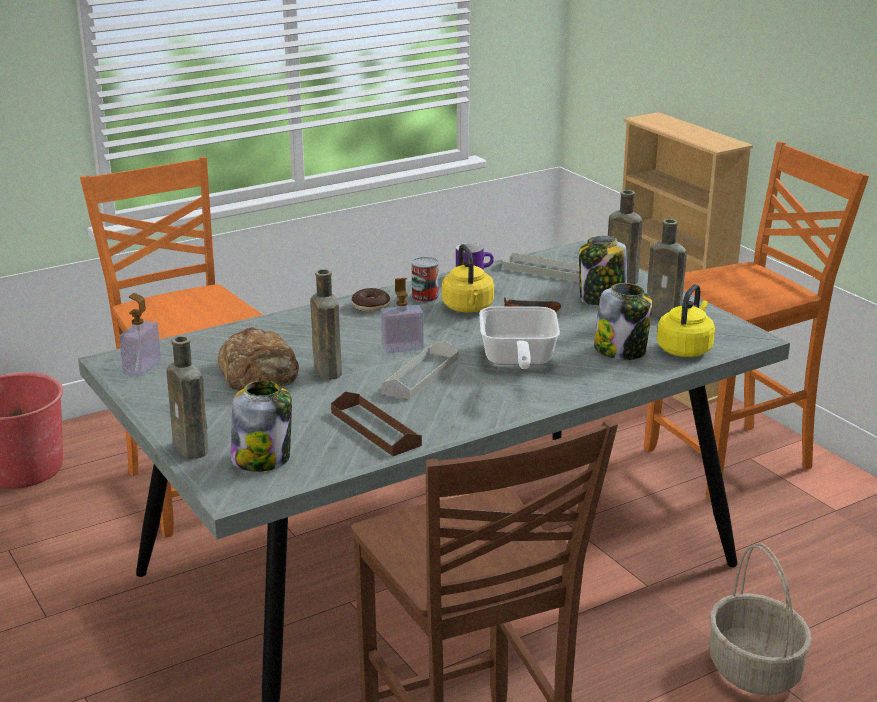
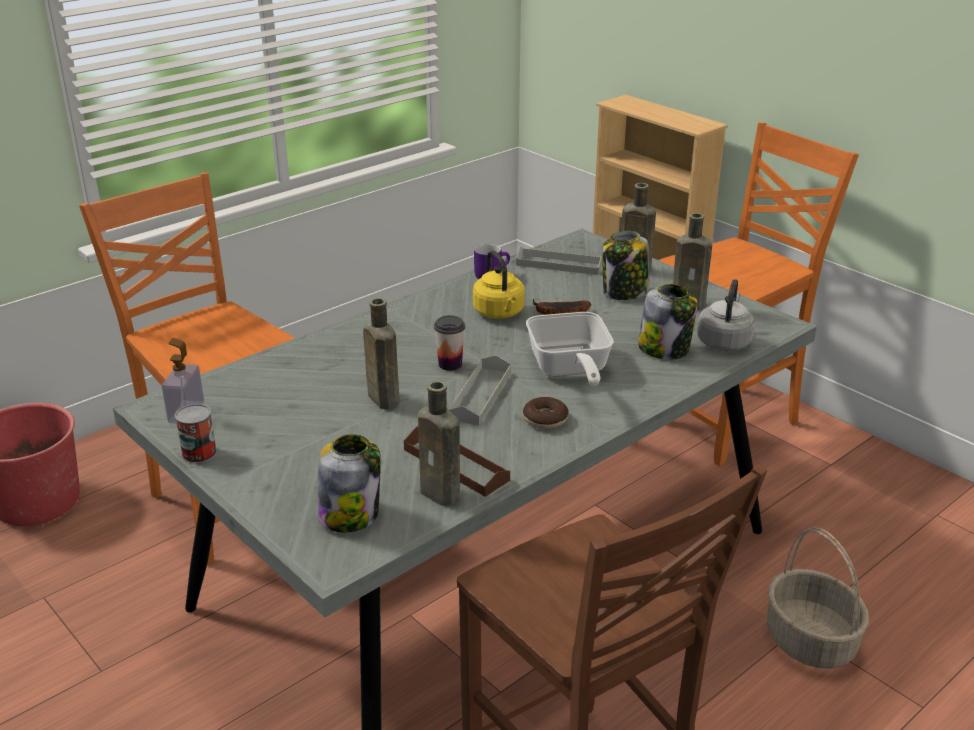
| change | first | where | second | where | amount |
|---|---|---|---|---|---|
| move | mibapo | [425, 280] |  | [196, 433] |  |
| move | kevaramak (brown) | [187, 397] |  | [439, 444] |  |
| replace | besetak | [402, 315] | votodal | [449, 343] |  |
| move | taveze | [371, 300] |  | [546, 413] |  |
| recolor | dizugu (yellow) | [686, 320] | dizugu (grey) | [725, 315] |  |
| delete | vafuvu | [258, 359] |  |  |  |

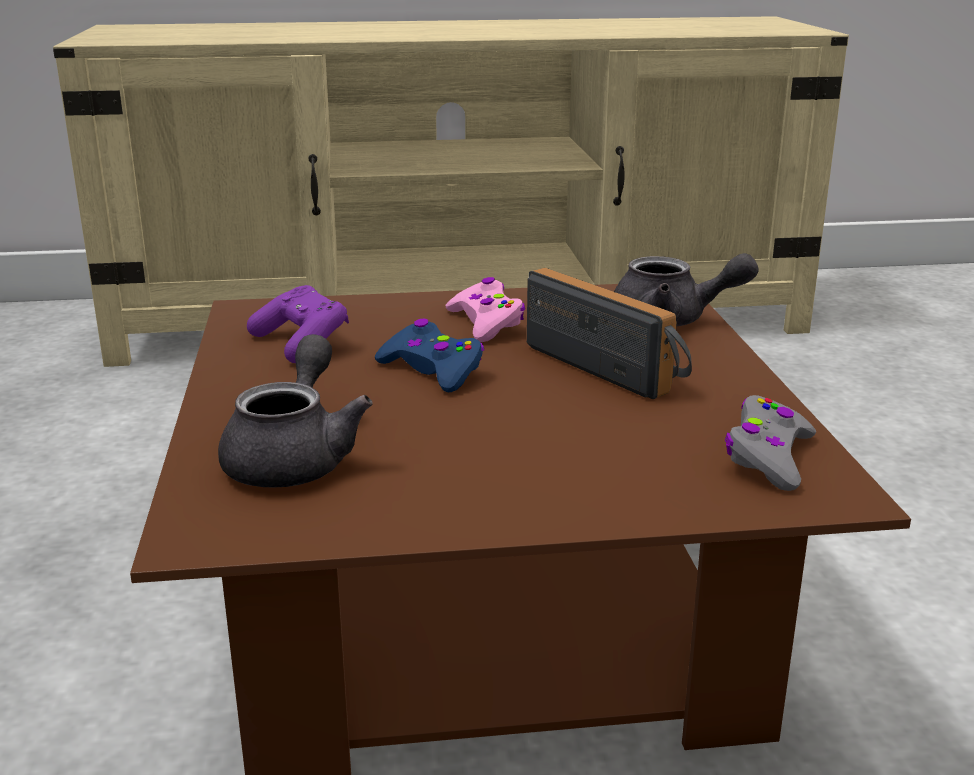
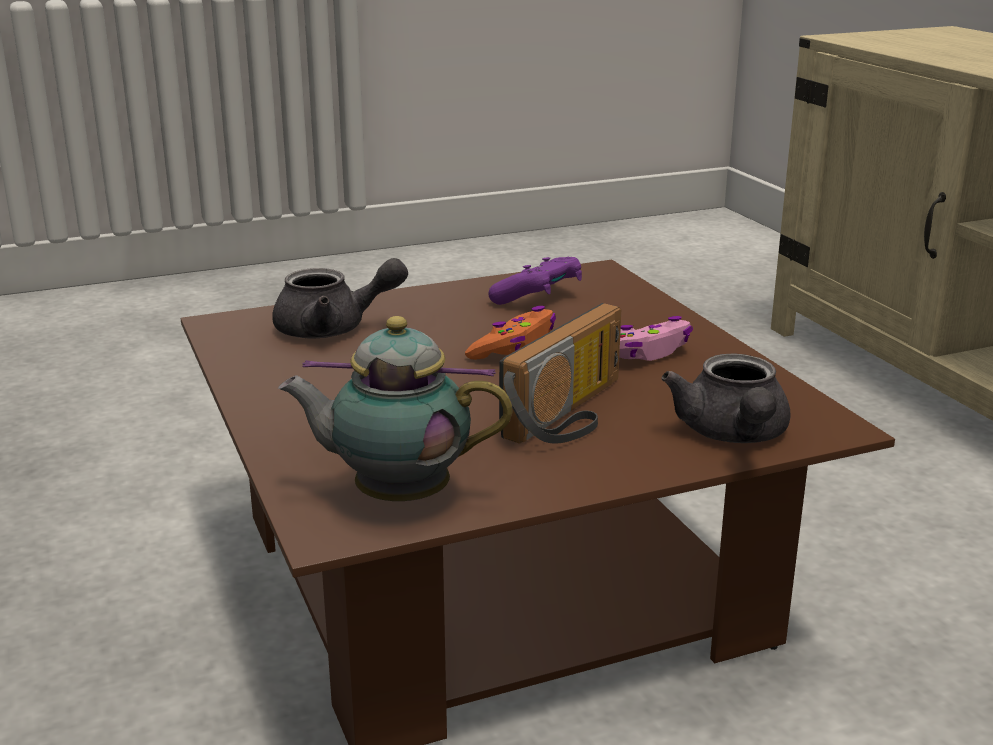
| change | first | where | second | where | amount |
|---|---|---|---|---|---|
| replace | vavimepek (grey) | [770, 443] | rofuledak | [395, 408] |  |
| recolor | vavimepek (blue) | [429, 355] | vavimepek (orange) | [510, 333] |  |

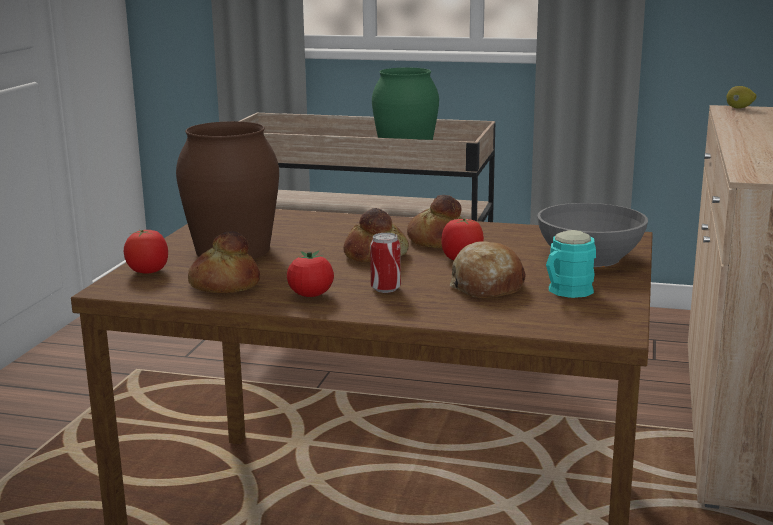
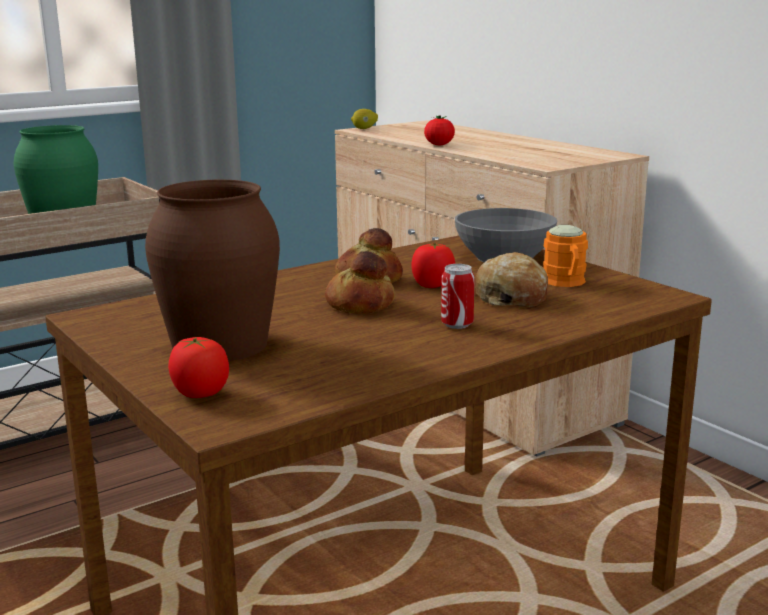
| change | first | where | second | where | amount |
|---|---|---|---|---|---|
| move | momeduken | [310, 274] |  | [439, 130] |  |
| recolor | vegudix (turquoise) | [571, 264] | vegudix (orange) | [565, 256] |  |
| delete | vafuvu | [224, 262] |  |  |  |

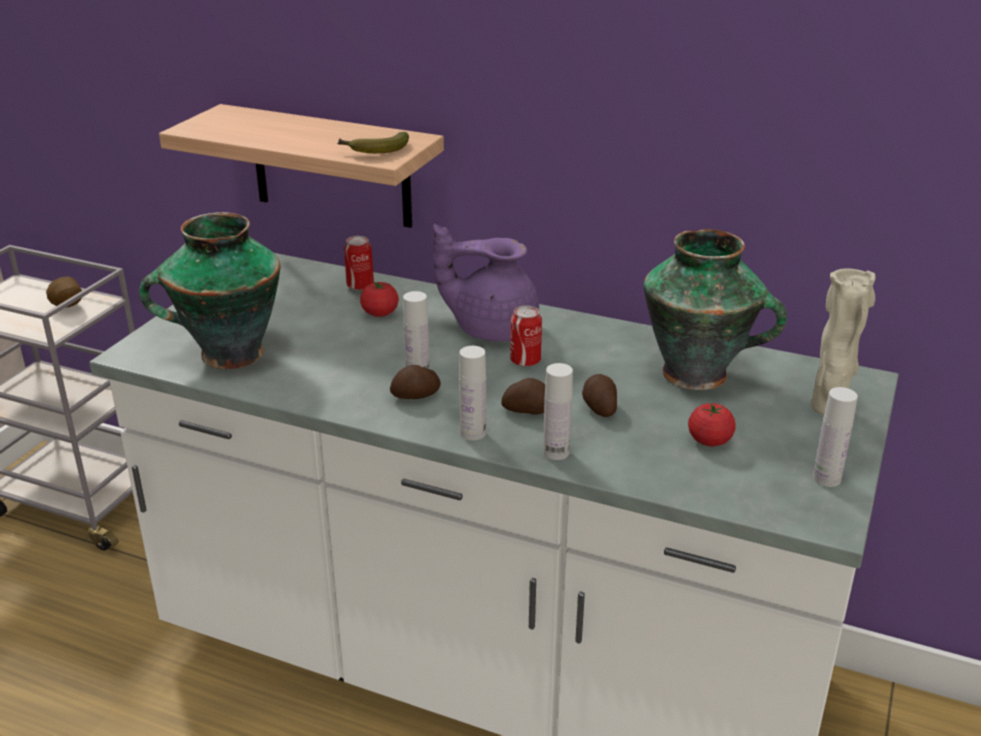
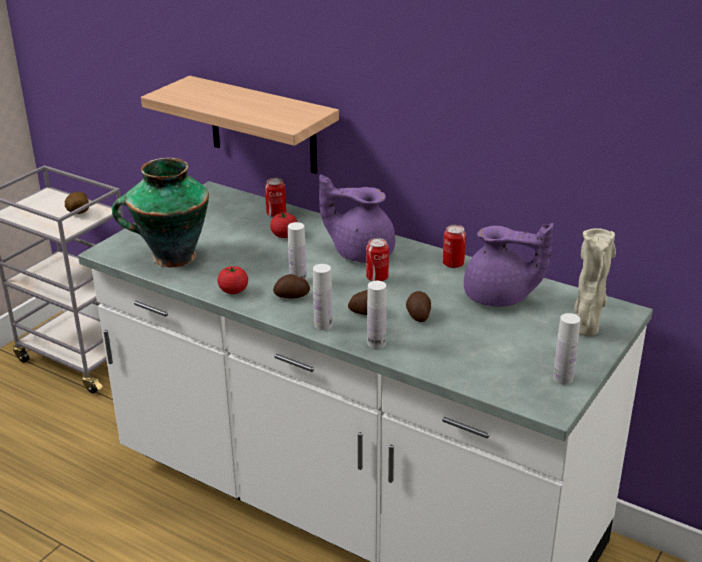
| change | first | where | second | where | amount |
|---|---|---|---|---|---|
| move | momeduken | [712, 424] |  | [232, 280] |  |
| insert |  |  | mibapo | [454, 246] |  |
| replace | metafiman | [715, 309] | rofuledak (purple) | [509, 265] |  |
| delete | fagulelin | [373, 142] |  |  |  |

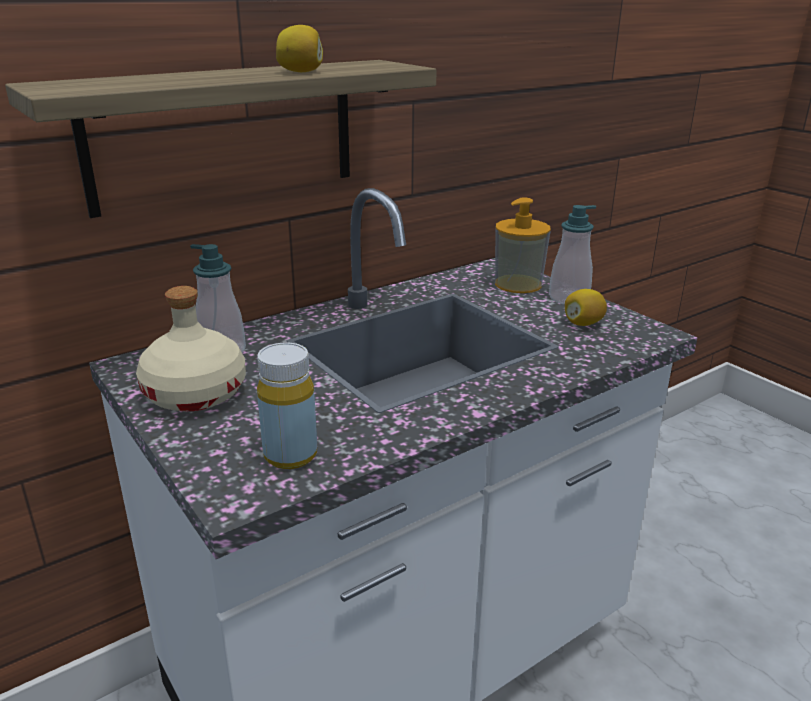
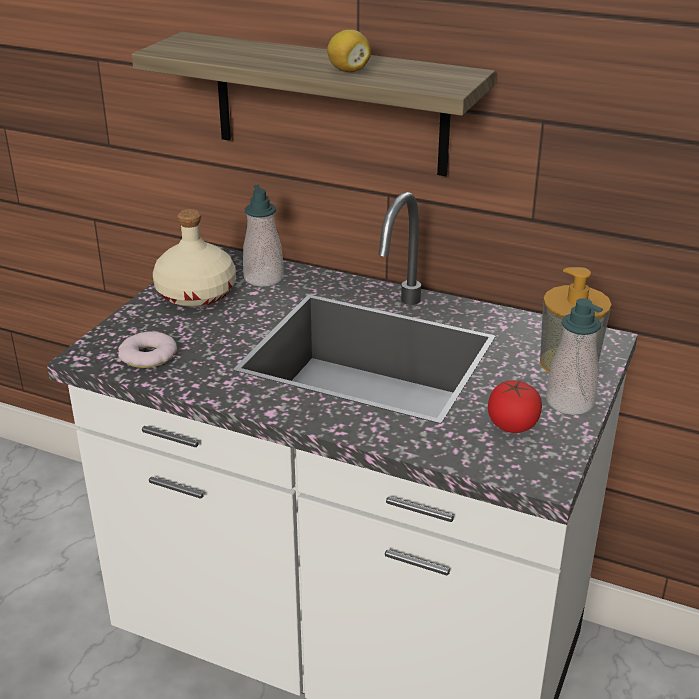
| change | first | where | second | where | amount |
|---|---|---|---|---|---|
| replace | kevaramak (yellow) | [287, 406] | taveze | [147, 349] |  |
| replace | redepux | [586, 307] | momeduken | [515, 406] |  |

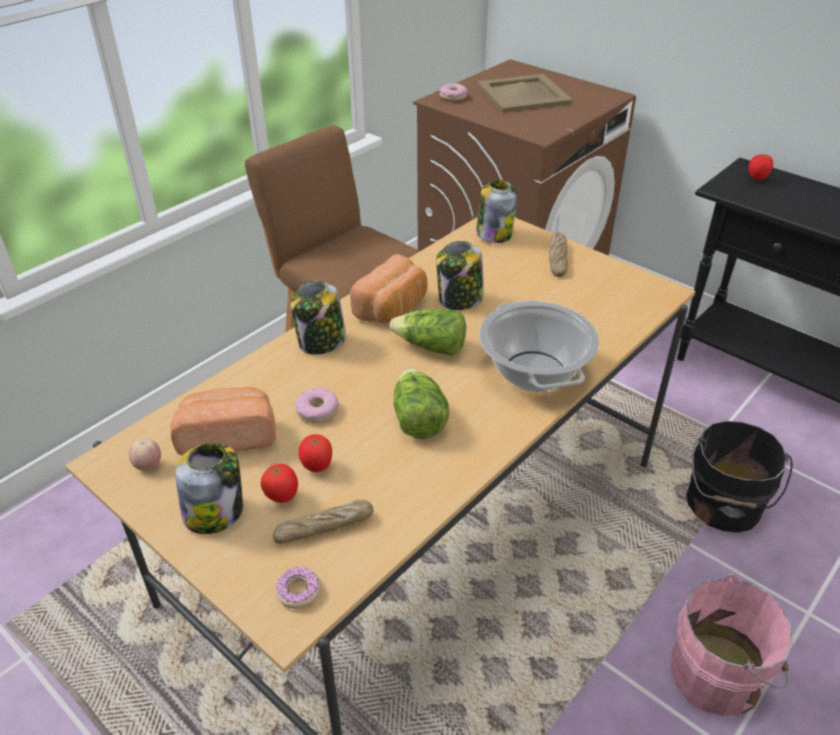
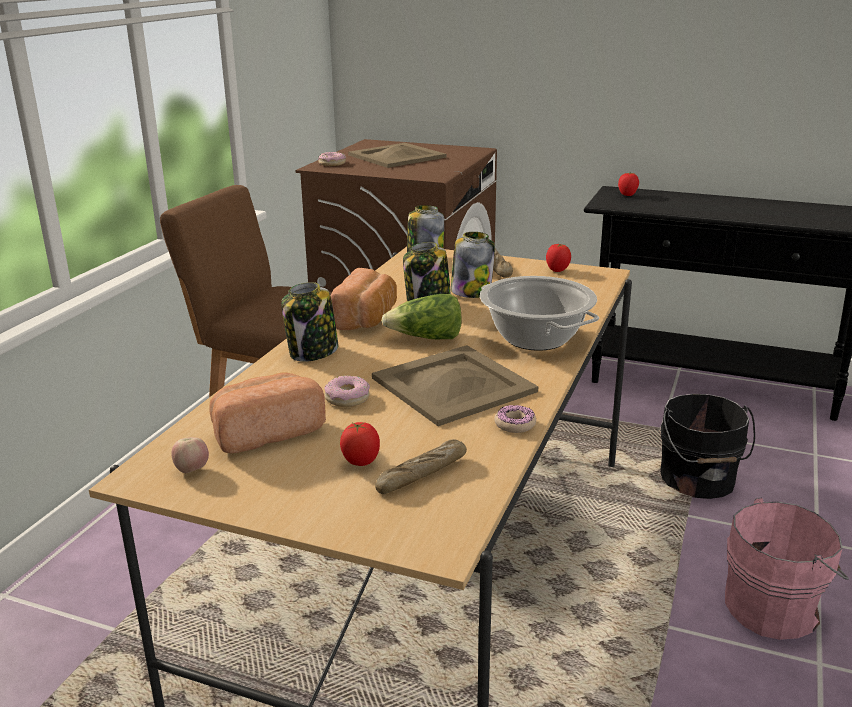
| change | first | where | second | where | amount |
|---|---|---|---|---|---|
| replace | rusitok | [421, 403] | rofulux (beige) | [455, 385] |  |
| move | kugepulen | [209, 488] |  | [473, 265] |  |
| move | taveze | [298, 588] |  | [515, 419] |  |
| move | momeduken | [315, 453] |  | [558, 258] |  |

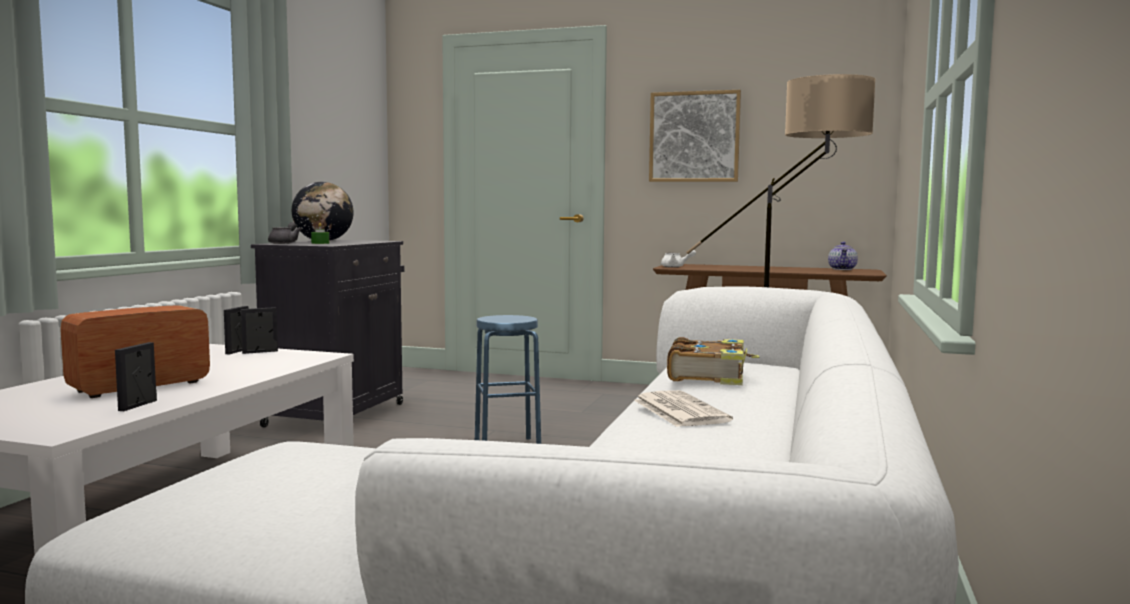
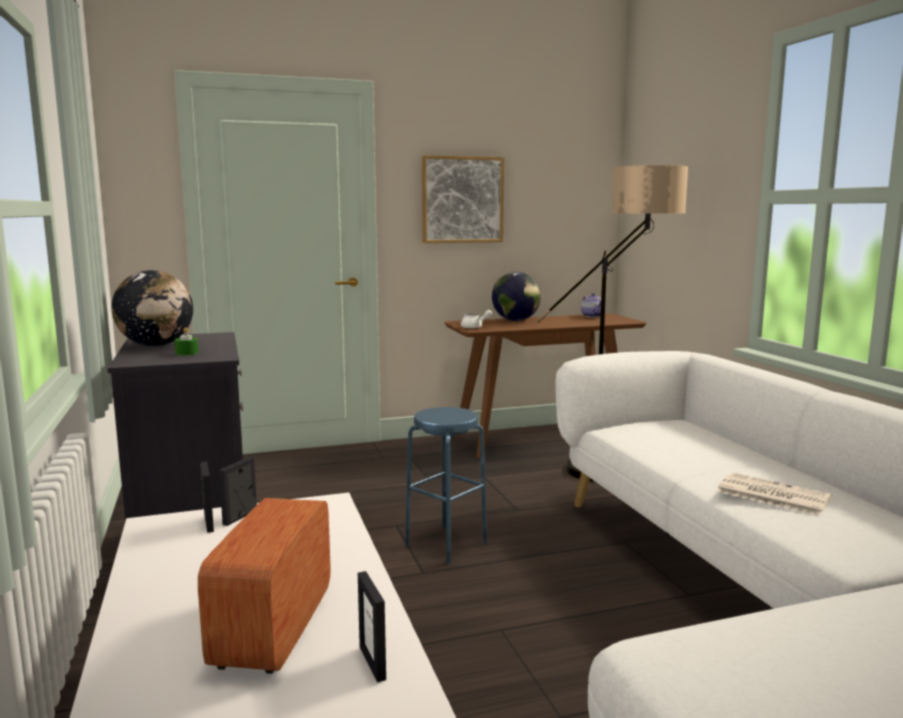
| change | first | where | second | where | amount |
|---|---|---|---|---|---|
| insert |  |  | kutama | [516, 296] |  |
| delete | rofuledak (grey) | [284, 233] |  |  |  |
| delete | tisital | [713, 361] |  |  |  |

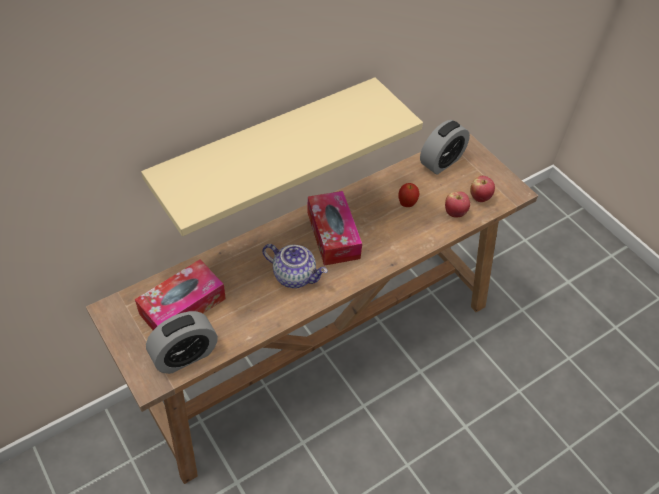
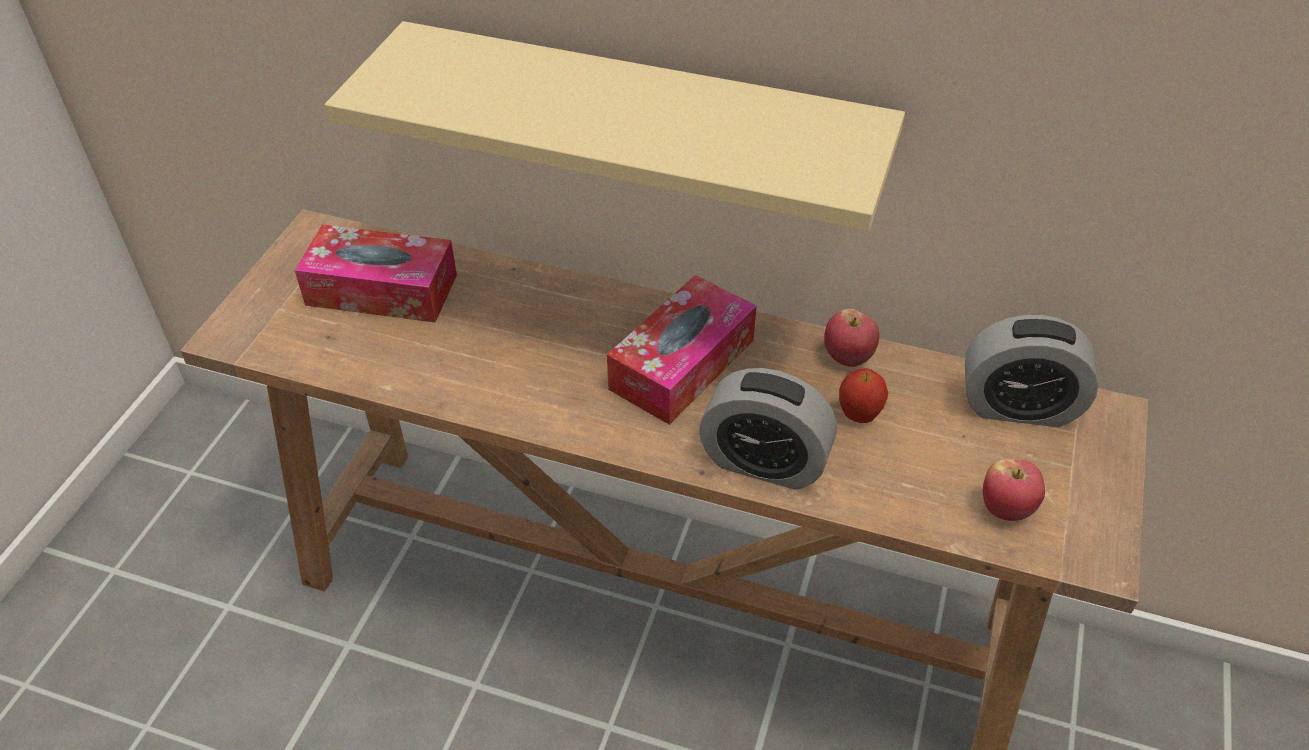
| change | first | where | second | where | amount |
|---|---|---|---|---|---|
| move | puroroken | [182, 342] |  | [768, 429] |  |
| move | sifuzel | [457, 204] |  | [852, 338] |  |
| delete | rofuledak | [295, 266] |  |  |  |

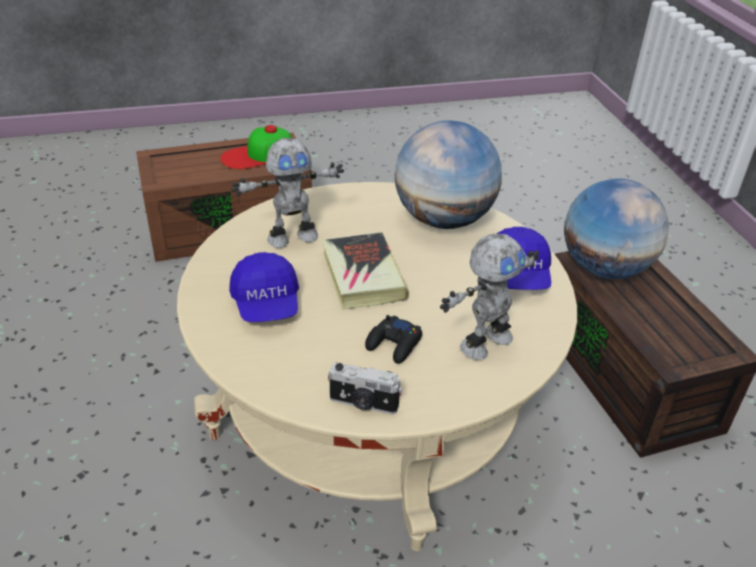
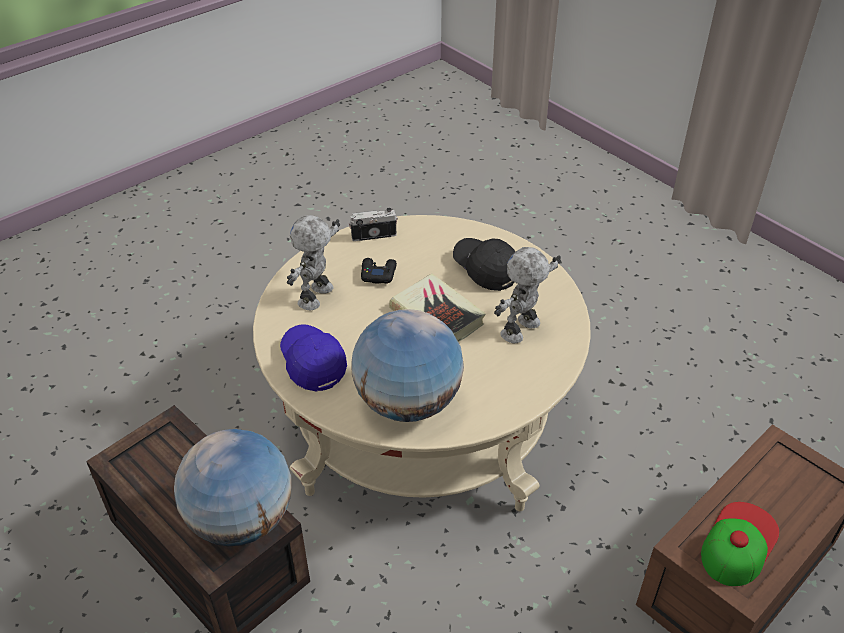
| change | first | where | second | where | amount |
|---|---|---|---|---|---|
| recolor | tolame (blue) | [264, 287] | tolame (black) | [484, 264] |  |

